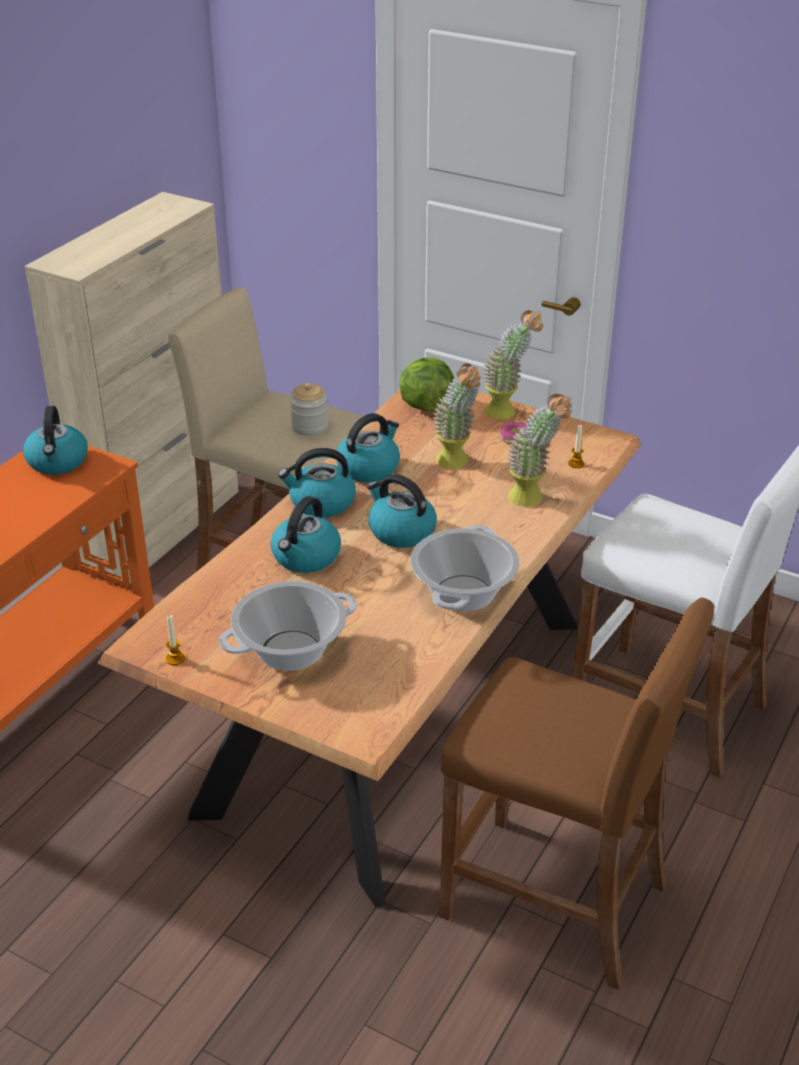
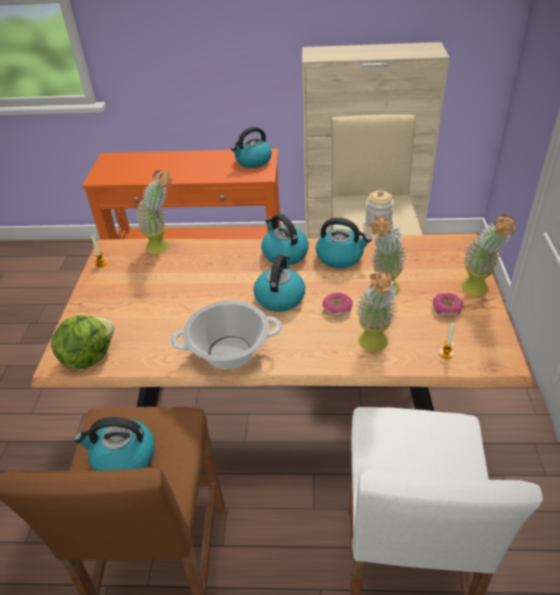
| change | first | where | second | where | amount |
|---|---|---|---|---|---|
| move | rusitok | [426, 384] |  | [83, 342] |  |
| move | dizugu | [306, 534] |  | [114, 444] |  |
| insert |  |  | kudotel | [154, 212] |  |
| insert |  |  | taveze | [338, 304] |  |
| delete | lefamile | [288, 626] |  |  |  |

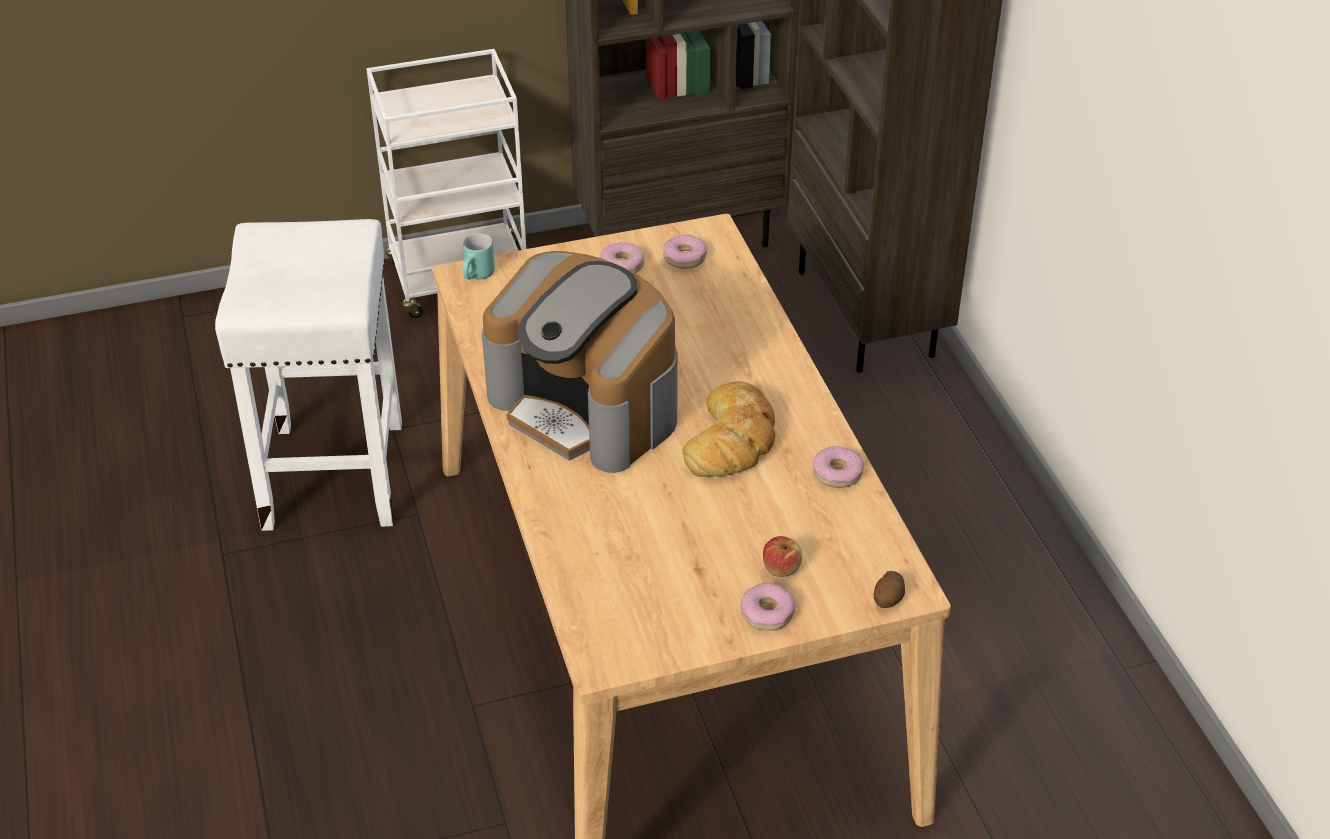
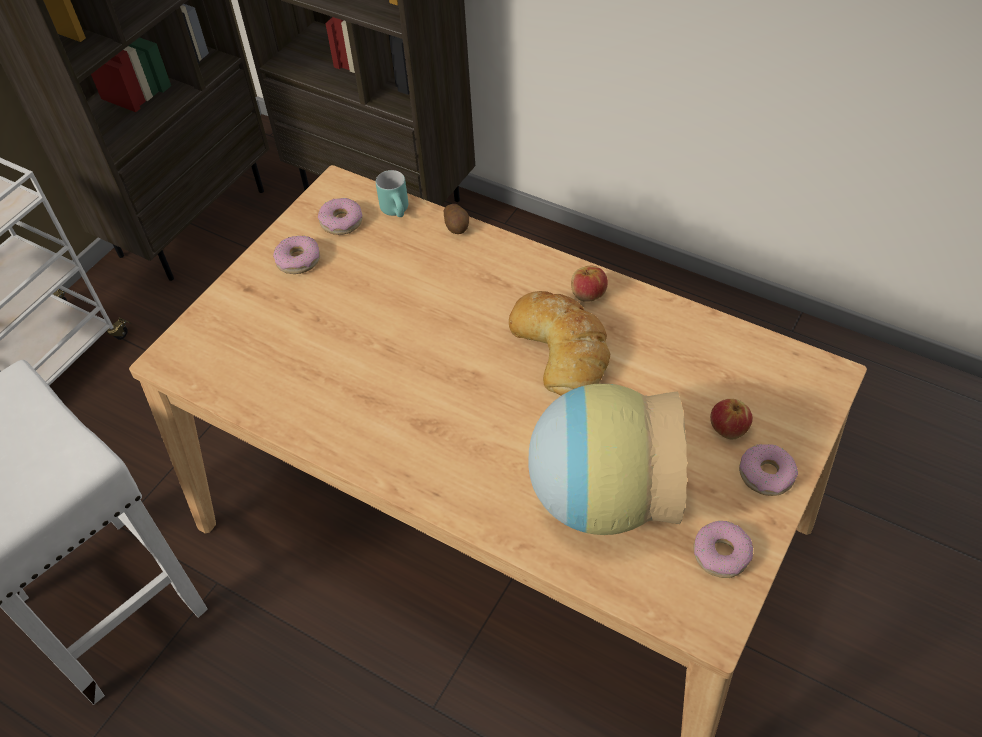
| change | first | where | second | where | amount |
|---|---|---|---|---|---|
| move | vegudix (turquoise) | [478, 257] |  | [392, 193] |  |
| move | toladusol | [889, 589] |  | [456, 219] |  |
| insert |  |  | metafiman | [608, 459] |  |
| insert |  |  | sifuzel | [589, 284] |  |
| move | taveze | [838, 467] |  | [723, 549] |  |
| delete | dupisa | [580, 362] |  |  |  |

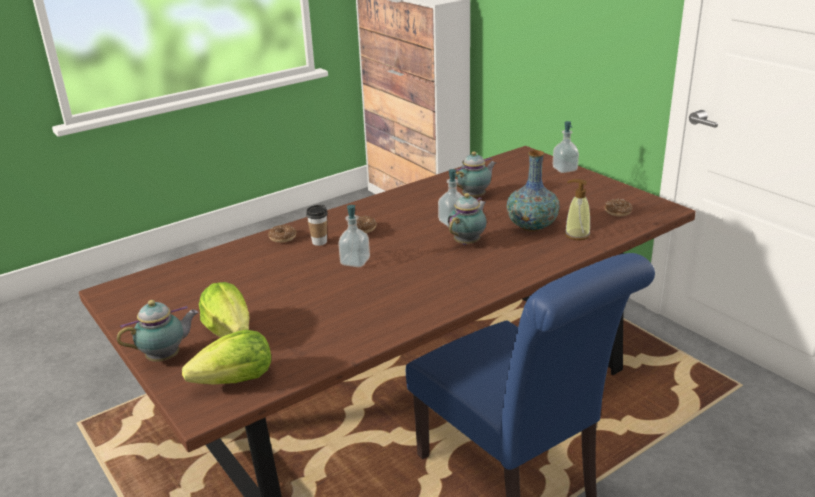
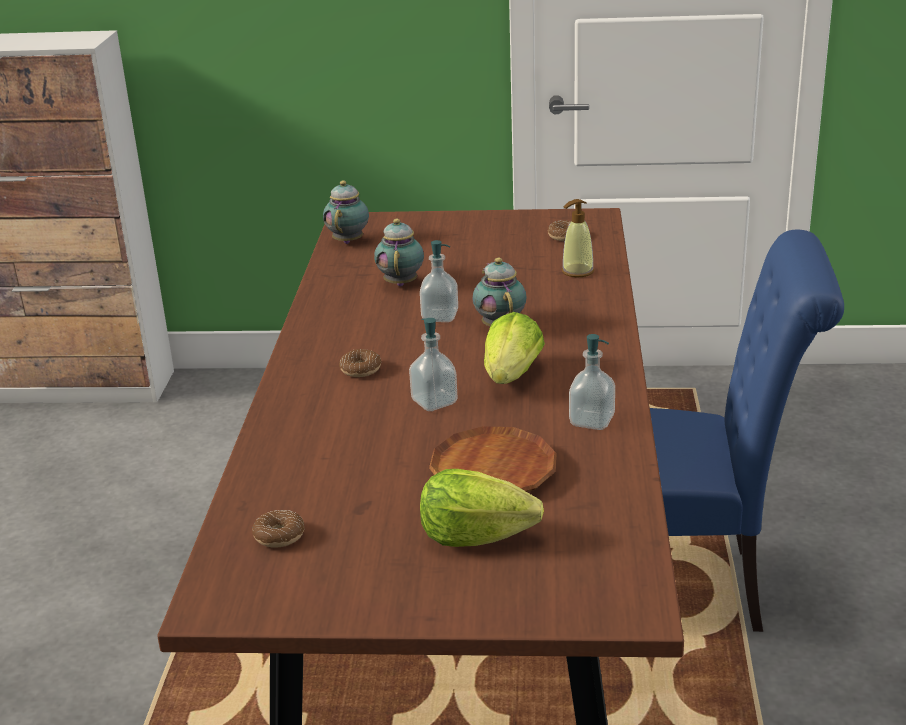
| change | first | where | second | where | amount |
|---|---|---|---|---|---|
| move | taveze | [282, 234] |  | [278, 529] |  |
| move | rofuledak | [158, 331] |  | [346, 212] |  |
| insert |  |  | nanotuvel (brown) | [493, 459] |  |
| move | rusitok | [226, 357] |  | [514, 348] |  |
| move | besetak | [566, 147] |  | [592, 382] |  |
| delete | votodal | [317, 225] |  |  |  |
| delete | metafiman | [533, 190] |  |  |  |

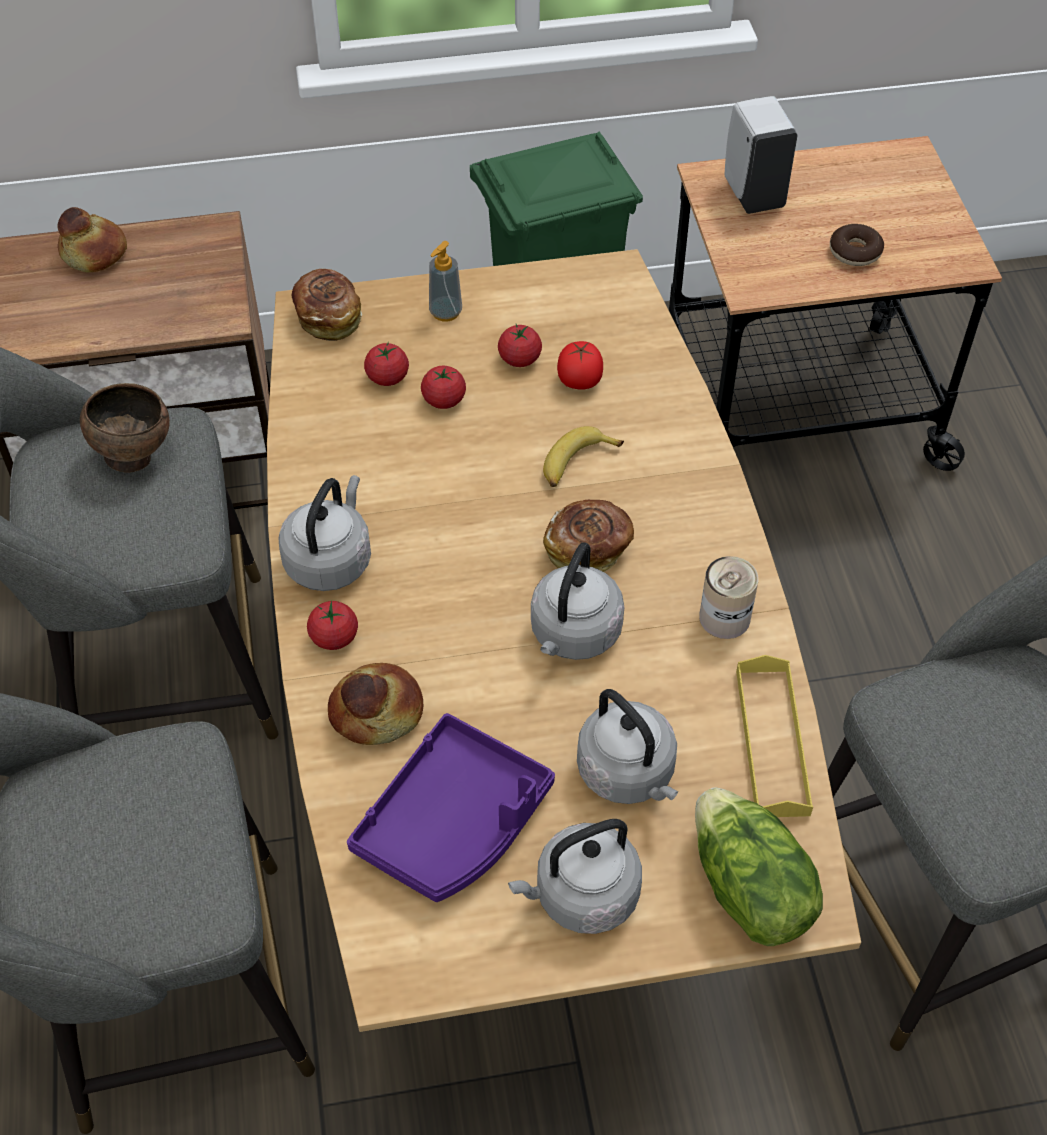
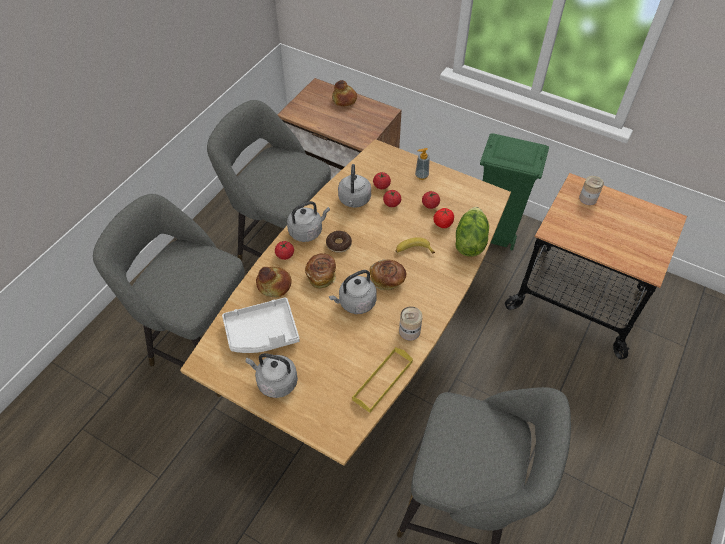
| change | first | where | second | where | amount |
|---|---|---|---|---|---|
| recolor | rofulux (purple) | [451, 807] | rofulux (white) | [261, 325] |  |
| move | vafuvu | [327, 305] |  | [320, 271] |  |
| move | taveze | [857, 245] |  | [339, 242] |  |
| move | dizugu (grey) | [627, 746] |  | [354, 186] |  |
| move | rusitok | [759, 867] |  | [472, 232] |  |
| replace | besetak (white) | [760, 155] | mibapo | [591, 190] |  |
| delete | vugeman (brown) | [125, 428] |  |  |  |

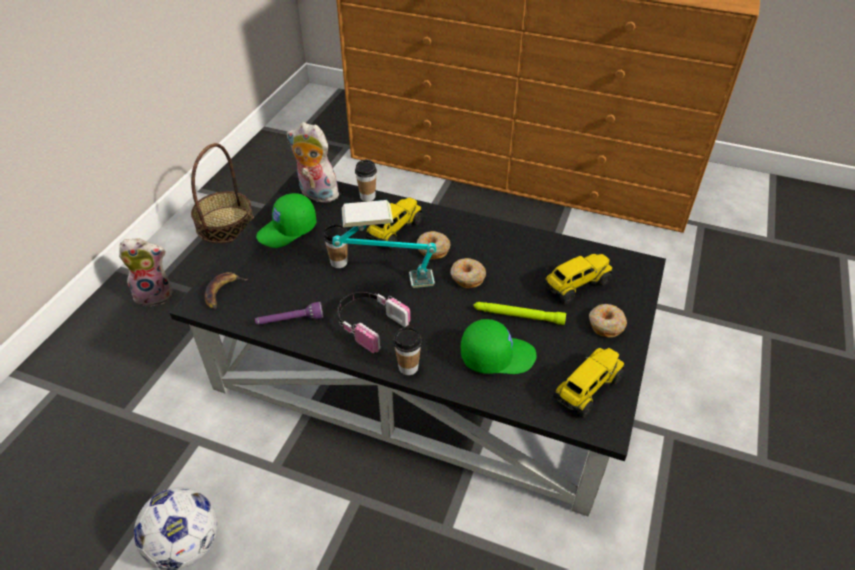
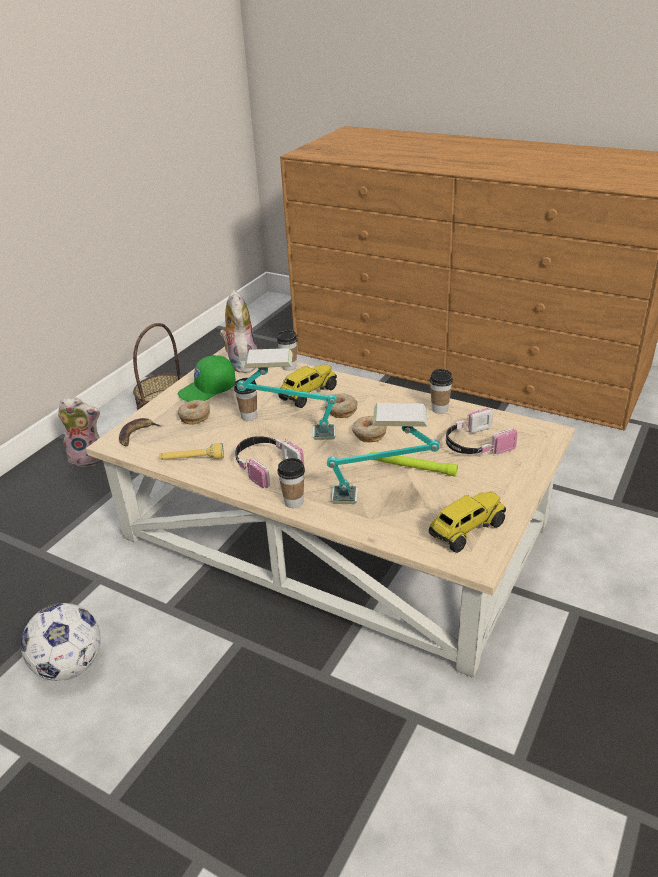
| change | first | where | second | where | amount |
|---|---|---|---|---|---|
| recolor | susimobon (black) | [418, 343] | susimobon (beige) | [330, 512] |  |
| recolor | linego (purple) | [289, 313] | linego (yellow) | [191, 451] |  |
| move | taveze | [608, 321] |  | [194, 412] |  |
| rotate | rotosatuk | [313, 162] |  | [238, 331] | 45 degrees clockwise |
| replace | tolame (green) | [498, 346] | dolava | [383, 453] |  |
| insert |  |  | votodal | [441, 391] |  |
| replace | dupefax | [578, 279] | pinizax | [482, 432] |  |

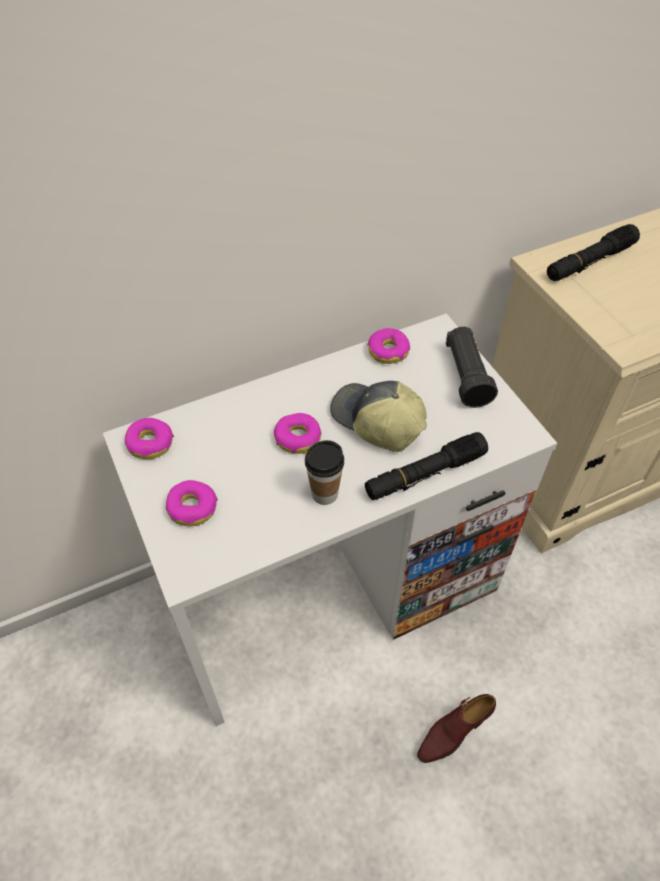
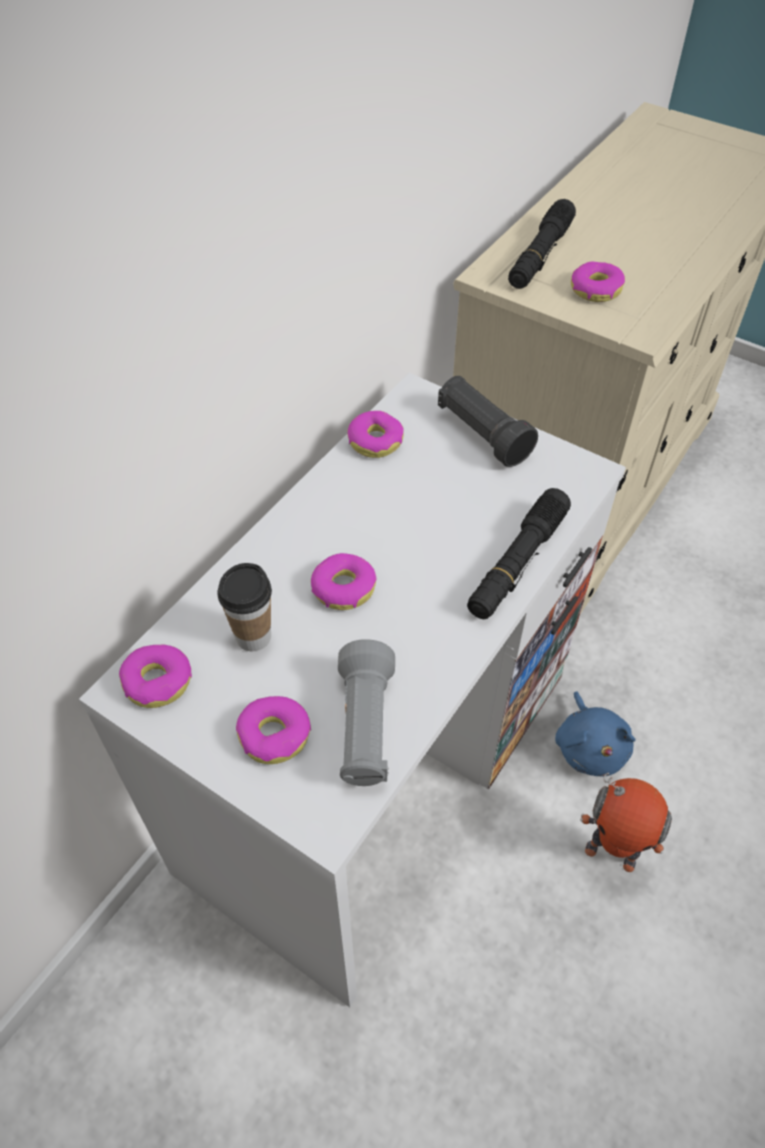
| change | first | where | second | where | amount |
|---|---|---|---|---|---|
| move | votodal | [324, 472] |  | [245, 607] |  |
| insert |  |  | linego (grey) | [366, 712] |  |
| insert |  |  | rotosatuk (blue) | [595, 734] |  |
| insert |  |  | taveze | [598, 281] |  |
| replace | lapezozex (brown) | [456, 728] | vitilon | [626, 822] |  |
| delete | tolame | [378, 416] |  |  |  |

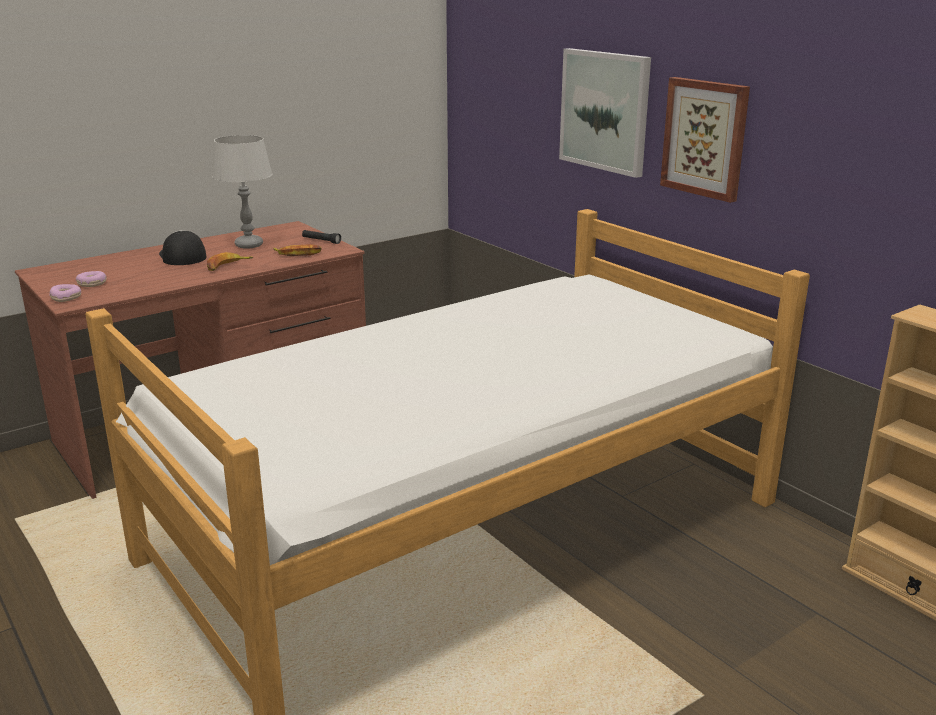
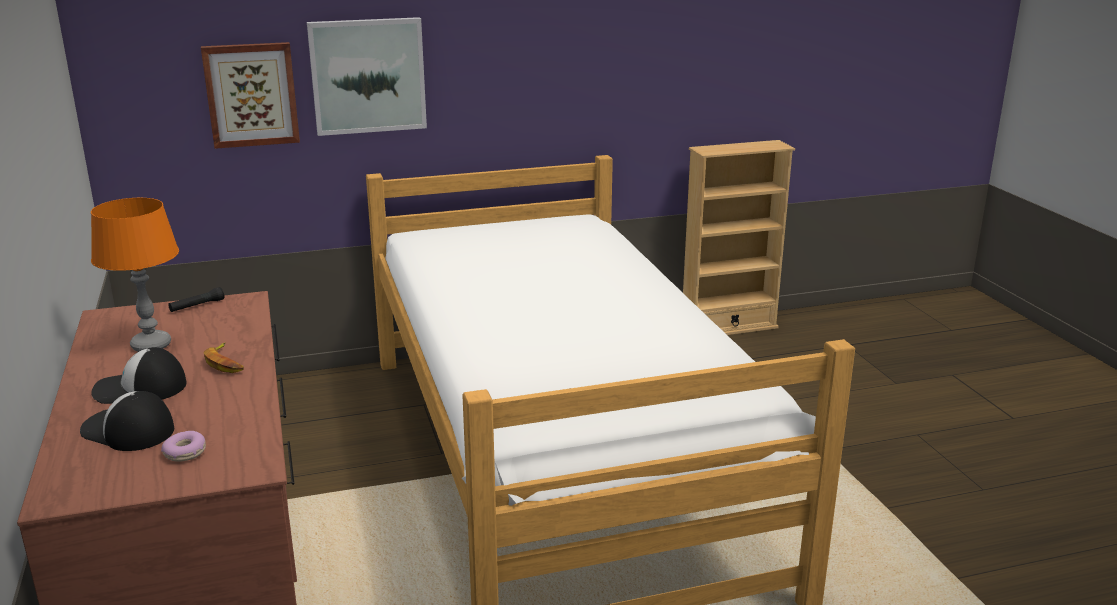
| change | first | where | second | where | amount |
|---|---|---|---|---|---|
| insert |  |  | tolame | [127, 421] |  |
| recolor | dolava (grey) | [242, 192] | dolava (orange) | [135, 275] |  |
| move | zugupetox | [705, 140] |  | [250, 95] |  |
| delete | taveze | [65, 293] |  |  |  |
| delete | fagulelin | [297, 250] |  |  |  |

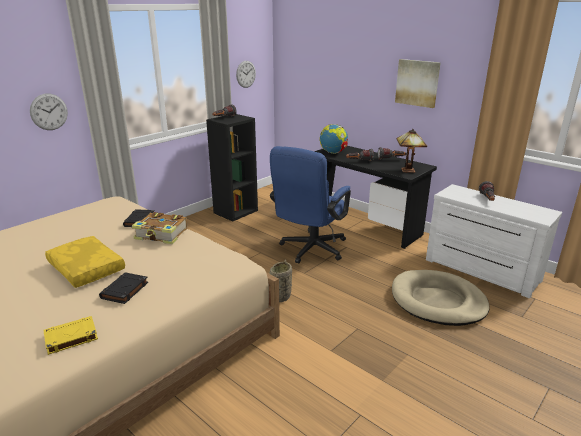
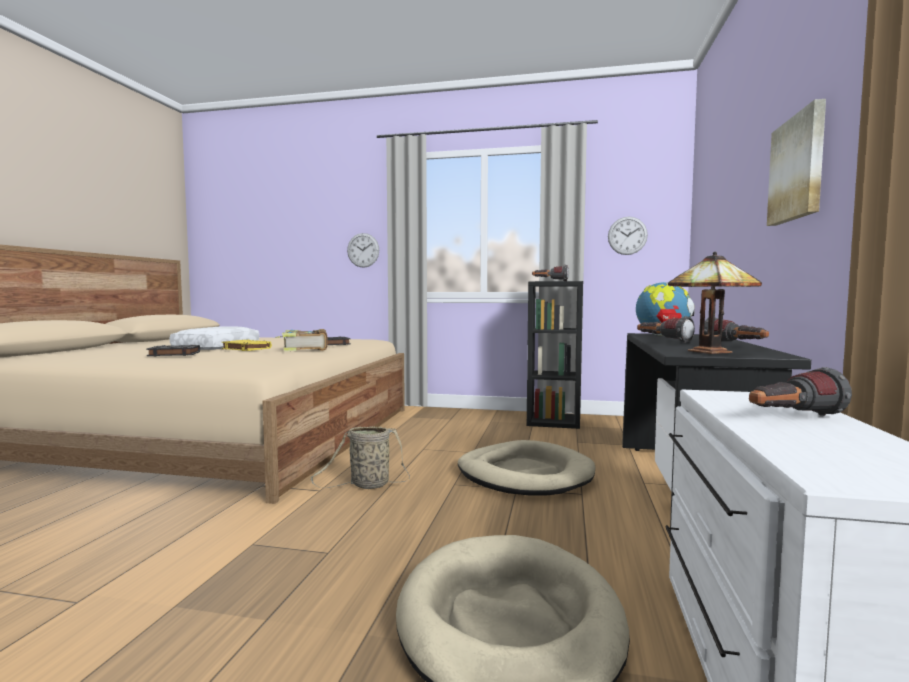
| change | first | where | second | where | amount |
|---|---|---|---|---|---|
| recolor | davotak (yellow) | [85, 262] | davotak (white) | [214, 338] |  |
| move | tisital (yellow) | [70, 335] |  | [247, 345] |  |
| replace | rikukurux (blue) | [310, 204] | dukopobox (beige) | [526, 468] |  |

